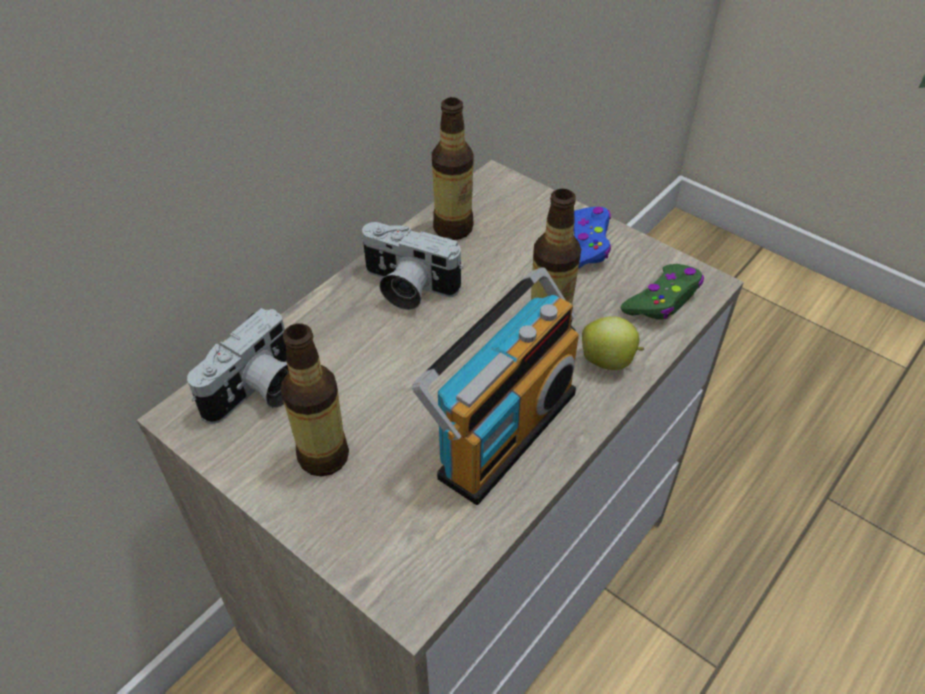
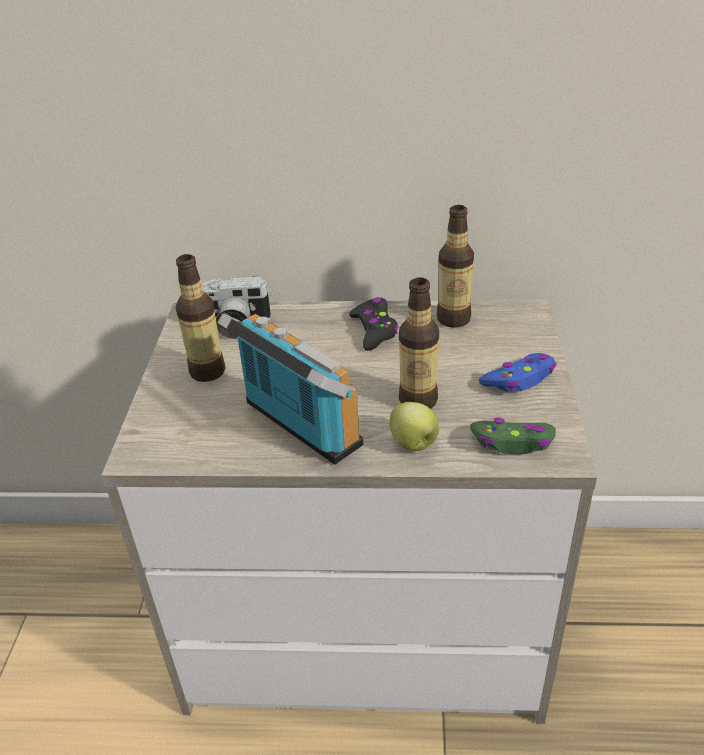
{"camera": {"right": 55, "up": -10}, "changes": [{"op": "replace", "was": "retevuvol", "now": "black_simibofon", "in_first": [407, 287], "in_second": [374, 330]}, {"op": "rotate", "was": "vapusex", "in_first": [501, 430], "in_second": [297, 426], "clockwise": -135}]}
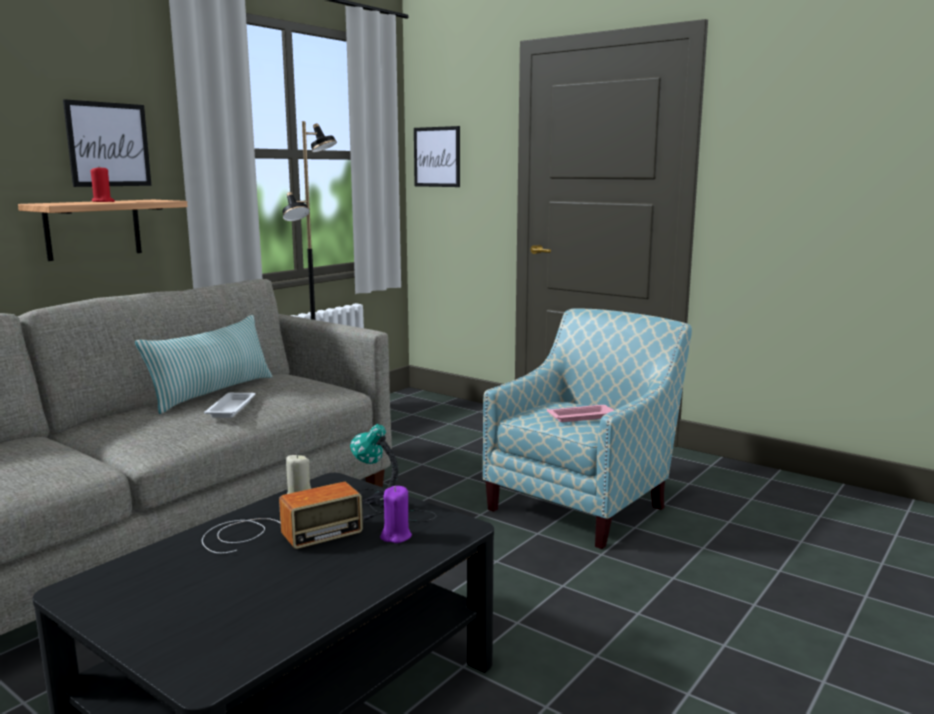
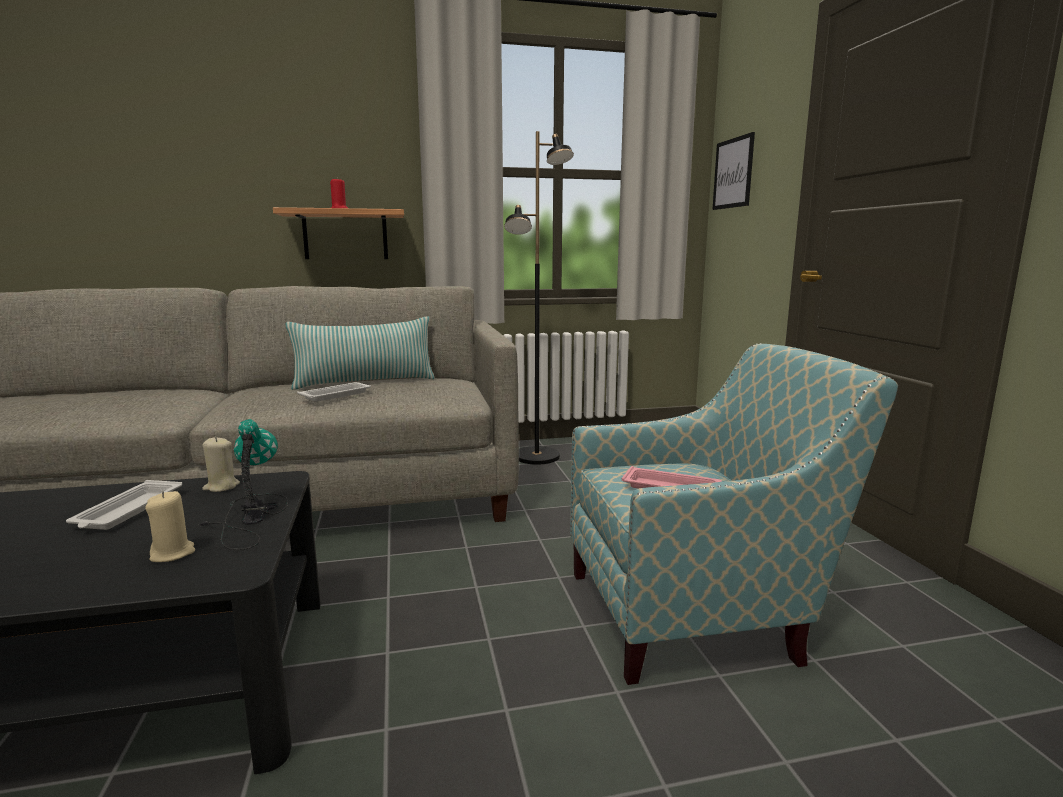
{"camera": {"right": 40, "up": 0}, "changes": [{"op": "delete", "was": "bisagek", "in_first": [108, 144]}, {"op": "replace", "was": "vapusex", "now": "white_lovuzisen", "in_first": [276, 533], "in_second": [127, 511]}, {"op": "recolor", "was": "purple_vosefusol", "now": "beige_vosefusol", "in_first": [396, 536], "in_second": [173, 553]}]}
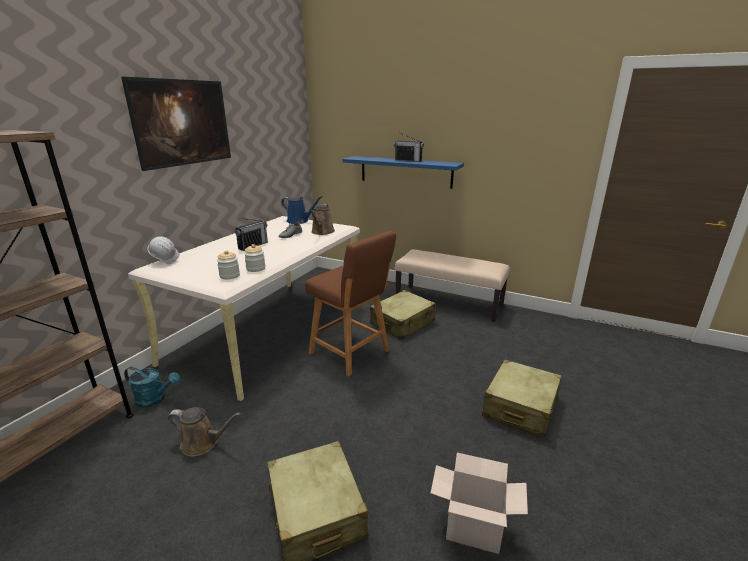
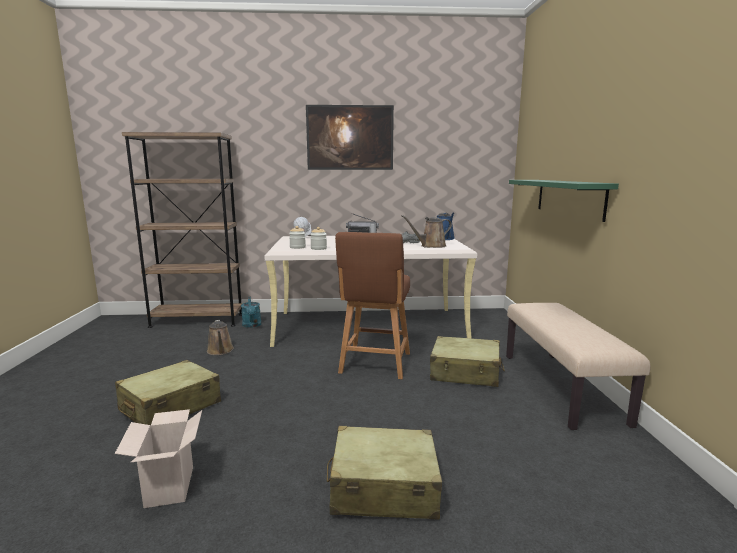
{"camera": {"right": 60, "up": -10}, "changes": [{"op": "delete", "was": "vapusex", "in_first": [408, 160]}, {"op": "recolor", "was": "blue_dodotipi", "now": "green_dodotipi", "in_first": [405, 172], "in_second": [569, 198]}]}
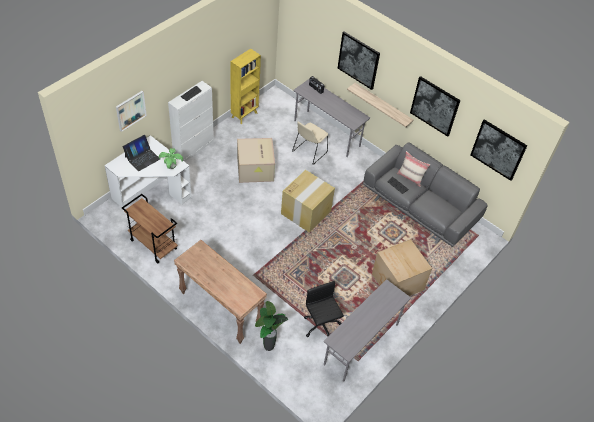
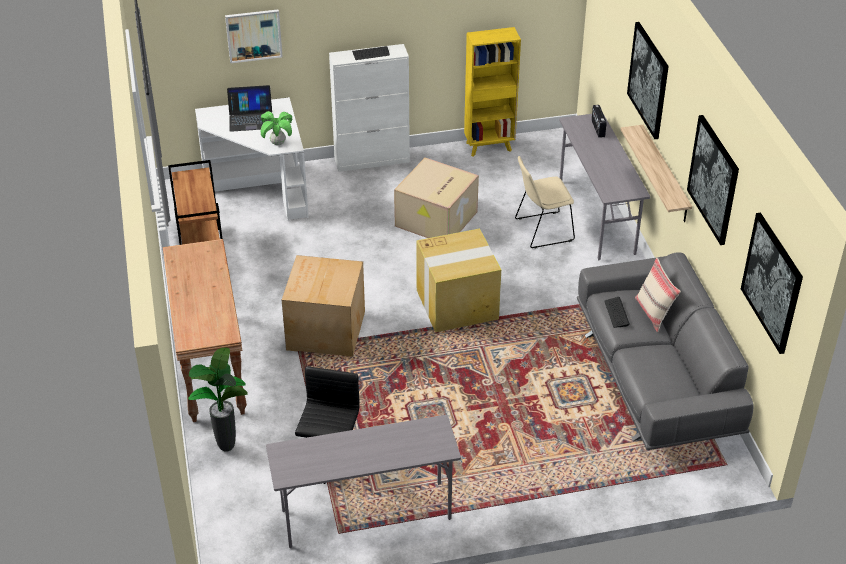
{"camera": {"right": 40, "up": -10}, "changes": [{"op": "move", "was": "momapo", "in_first": [397, 282], "in_second": [324, 331]}]}
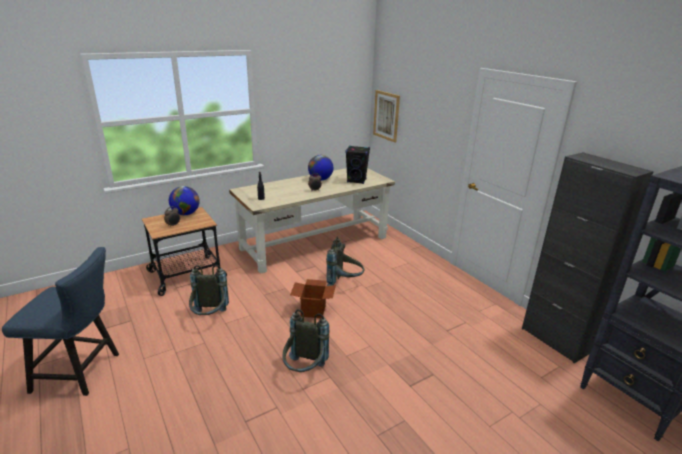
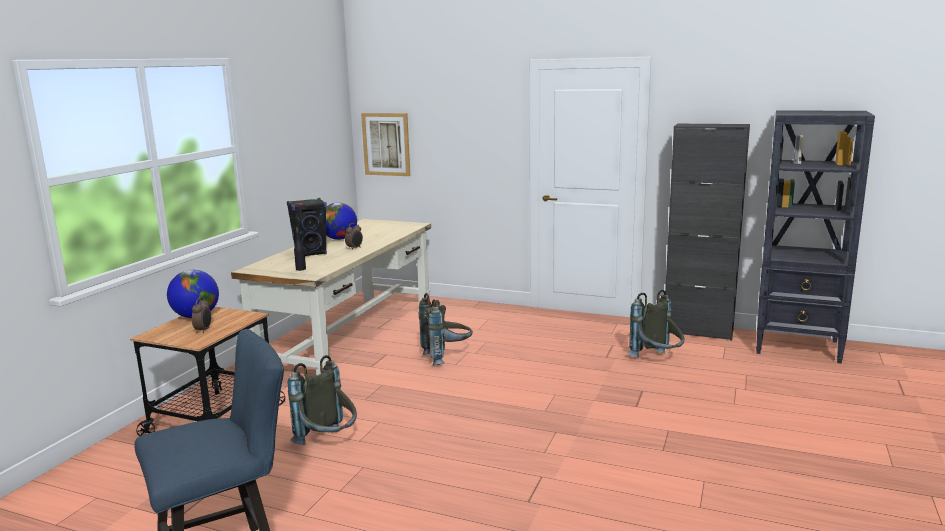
{"camera": {"right": -35, "up": -10}, "changes": [{"op": "move", "was": "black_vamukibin", "in_first": [356, 181], "in_second": [311, 253]}, {"op": "delete", "was": "momapo", "in_first": [313, 310]}, {"op": "move", "was": "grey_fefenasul", "in_first": [304, 371], "in_second": [657, 361]}]}
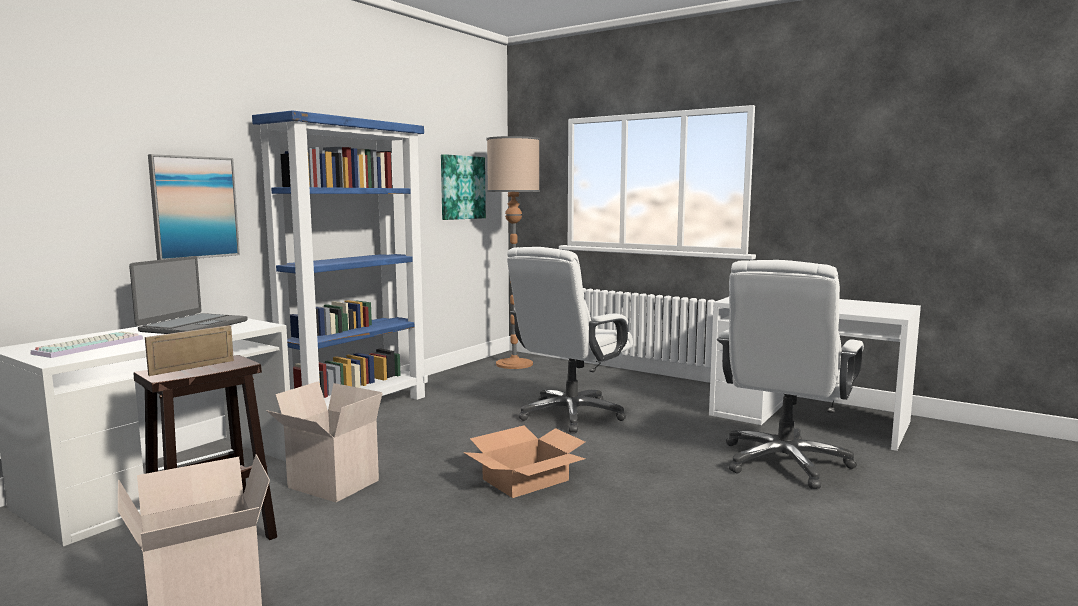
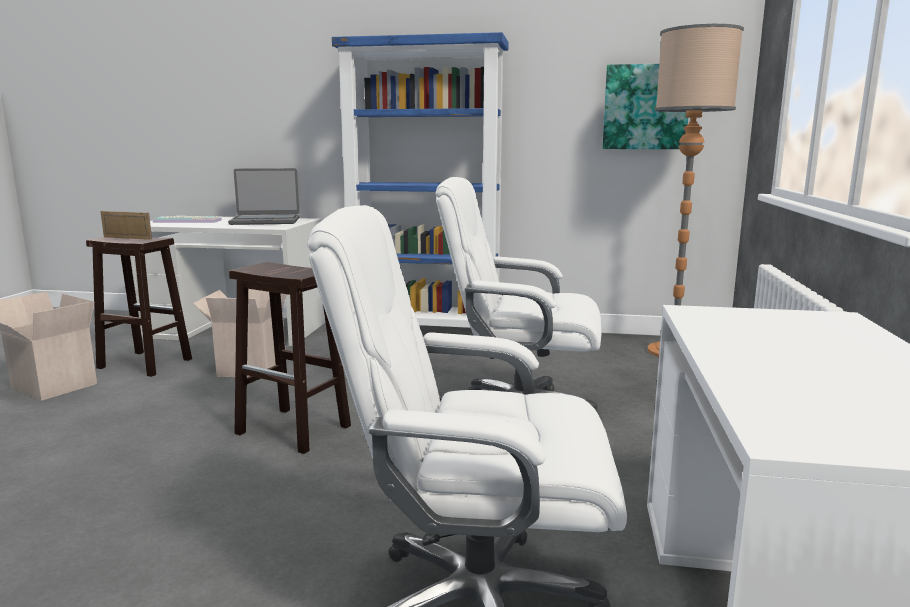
{"camera": {"right": 65, "up": 5}, "changes": [{"op": "delete", "was": "bisagek", "in_first": [194, 207]}, {"op": "replace", "was": "momapo", "now": "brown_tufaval", "in_first": [526, 480], "in_second": [295, 430]}]}
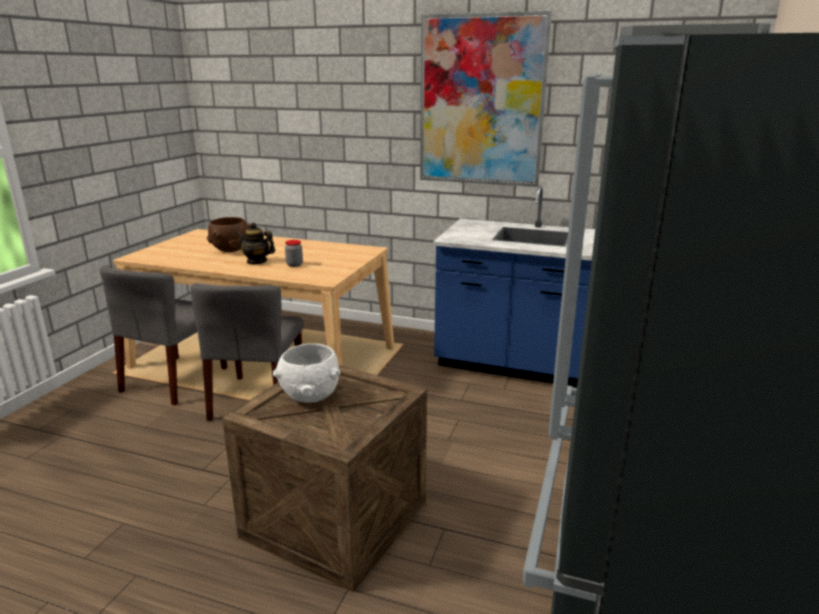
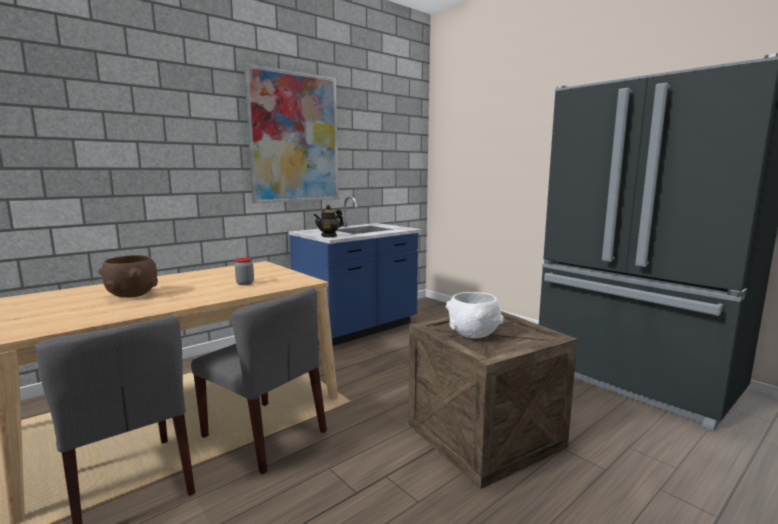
{"camera": {"right": -60, "up": -10}, "changes": [{"op": "move", "was": "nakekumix", "in_first": [256, 261], "in_second": [329, 236]}]}
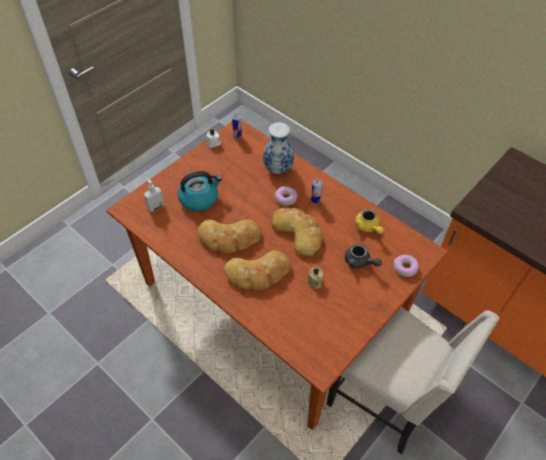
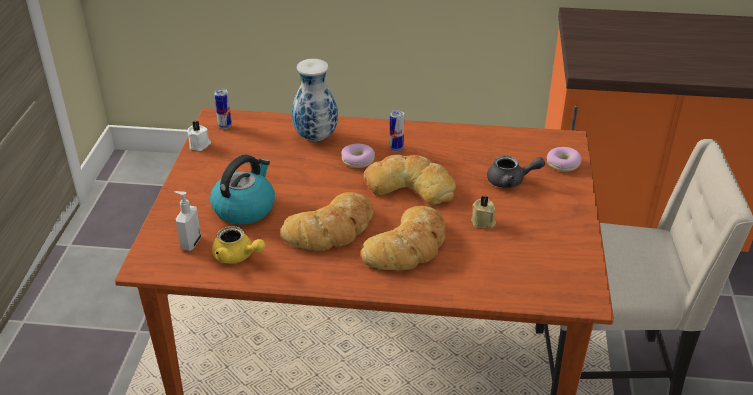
{"camera": {"right": -35, "up": -15}, "changes": [{"op": "move", "was": "yellow_nakekumix", "in_first": [368, 227], "in_second": [237, 256]}]}
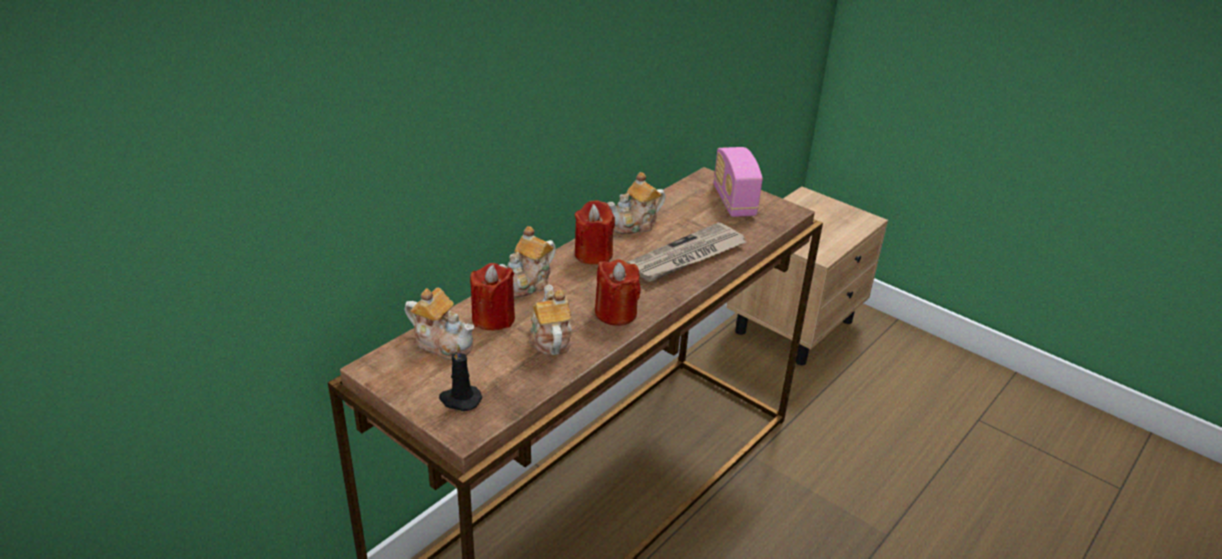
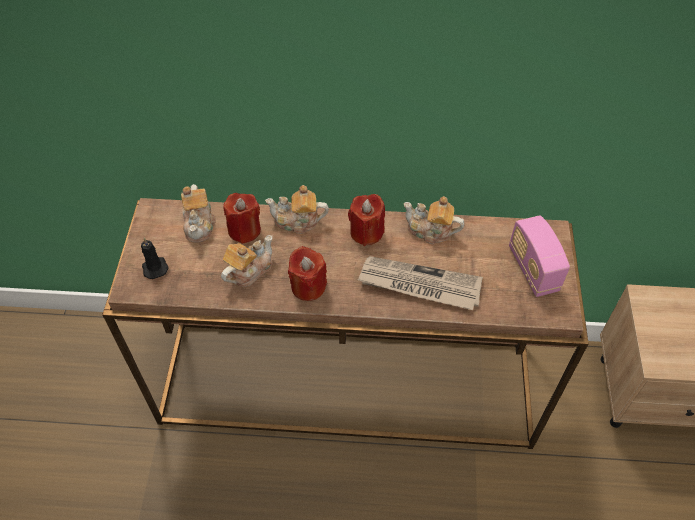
{"camera": {"right": 55, "up": 20}, "changes": [{"op": "rotate", "was": "vapusex", "in_first": [734, 202], "in_second": [532, 269], "clockwise": -60}]}
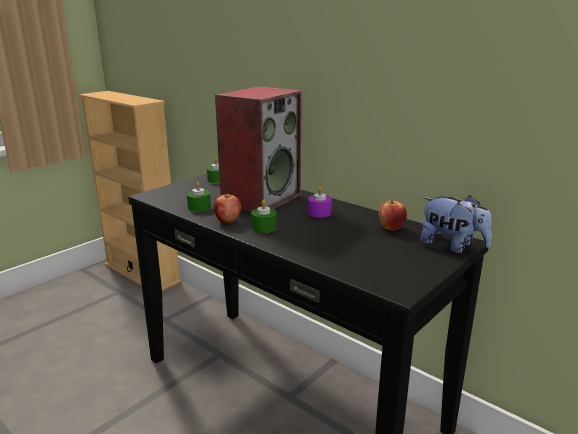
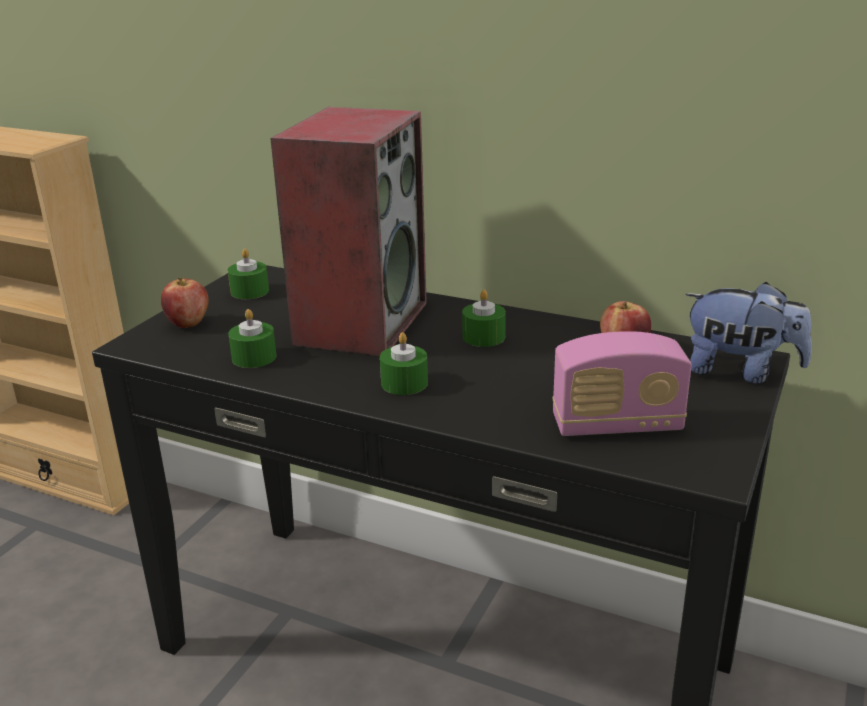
{"camera": {"right": -15, "up": 5}, "changes": [{"op": "recolor", "was": "purple_vosefusol", "now": "green_vosefusol", "in_first": [319, 213], "in_second": [483, 337]}, {"op": "move", "was": "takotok", "in_first": [227, 221], "in_second": [188, 324]}, {"op": "insert", "now": "vapusex", "in_second": [616, 425]}]}
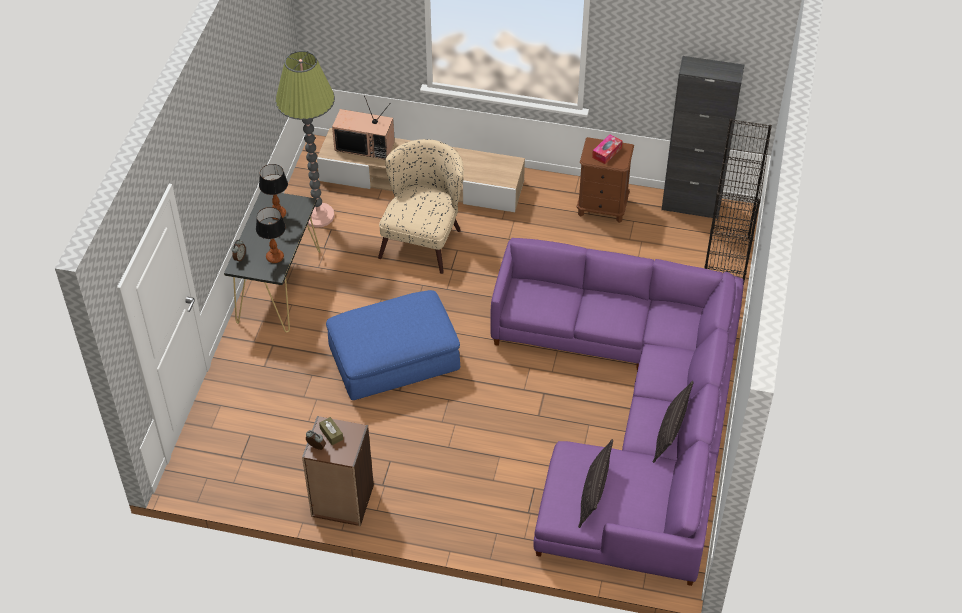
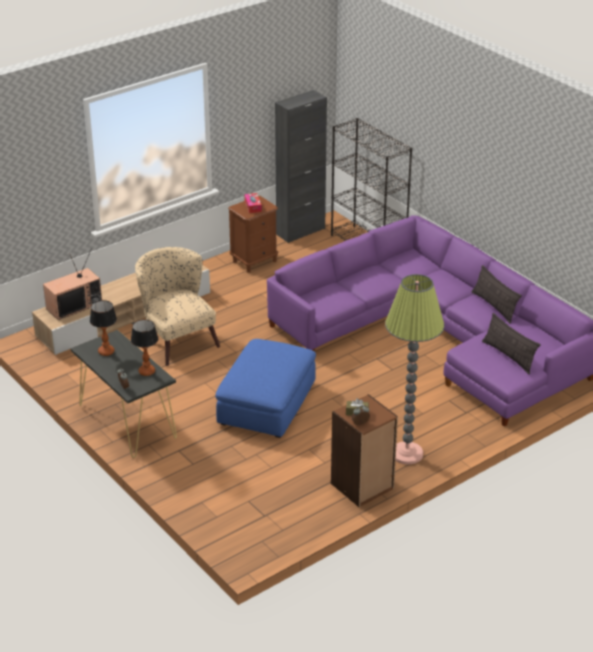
{"camera": {"right": -50, "up": -15}, "changes": [{"op": "move", "was": "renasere", "in_first": [318, 216], "in_second": [407, 454]}]}
